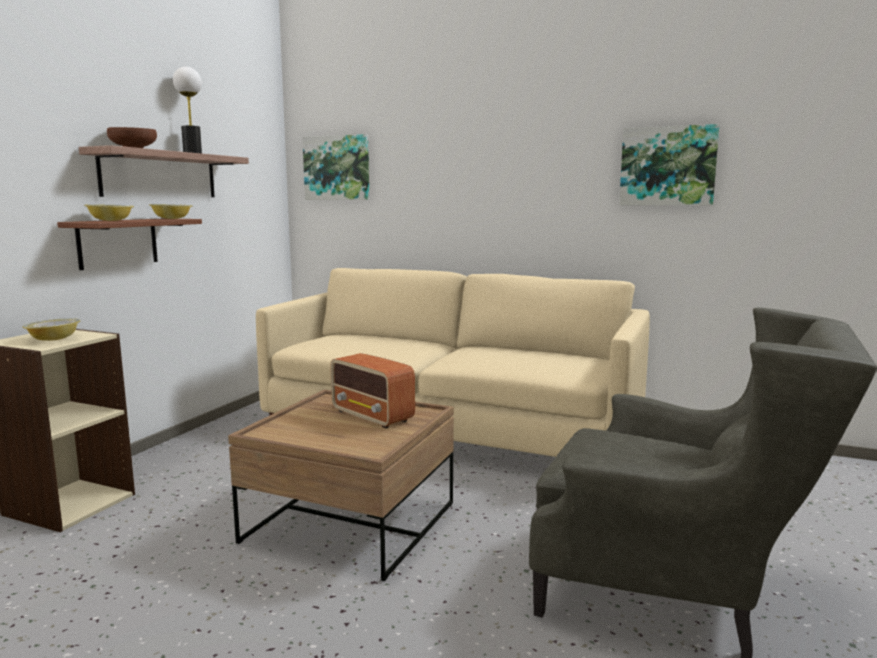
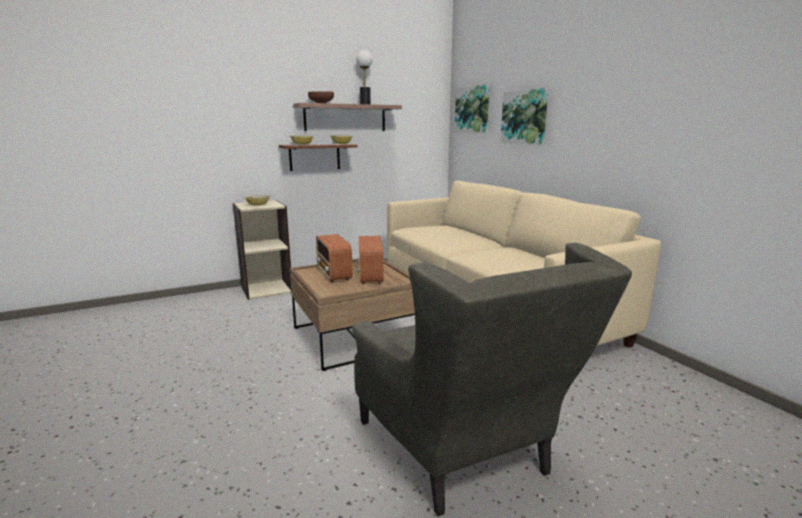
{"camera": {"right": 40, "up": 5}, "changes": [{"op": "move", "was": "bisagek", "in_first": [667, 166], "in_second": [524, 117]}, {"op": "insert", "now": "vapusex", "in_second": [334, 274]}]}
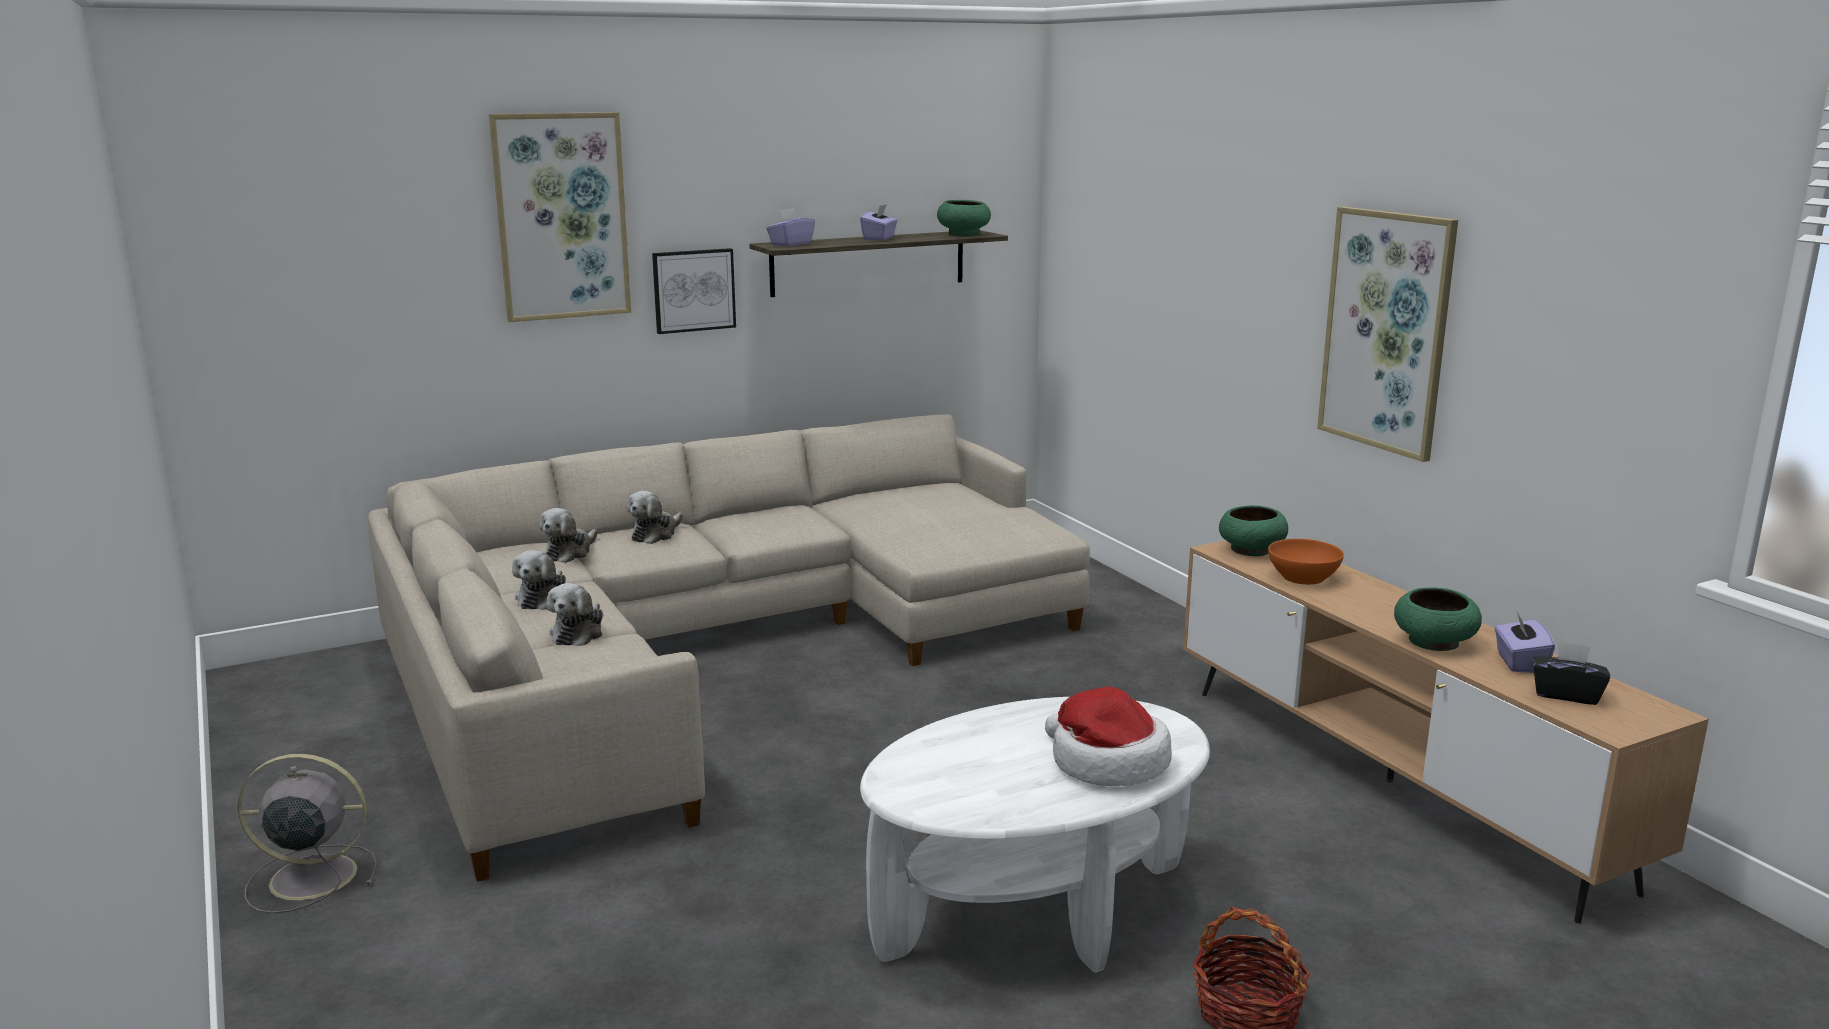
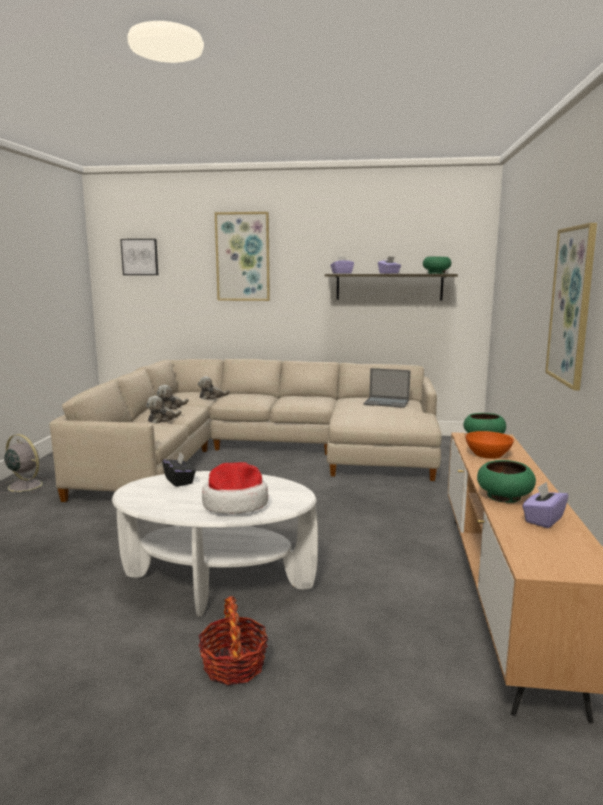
{"camera": {"right": 35, "up": -5}, "changes": [{"op": "move", "was": "bisagek", "in_first": [693, 290], "in_second": [140, 257]}, {"op": "delete", "was": "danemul", "in_first": [655, 534]}, {"op": "move", "was": "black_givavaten", "in_first": [1566, 694], "in_second": [179, 481]}, {"op": "insert", "now": "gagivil", "in_second": [387, 402]}]}
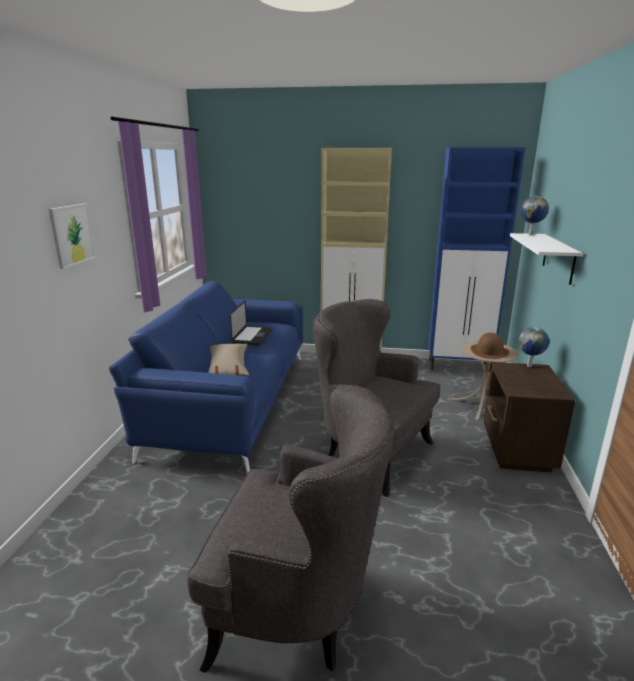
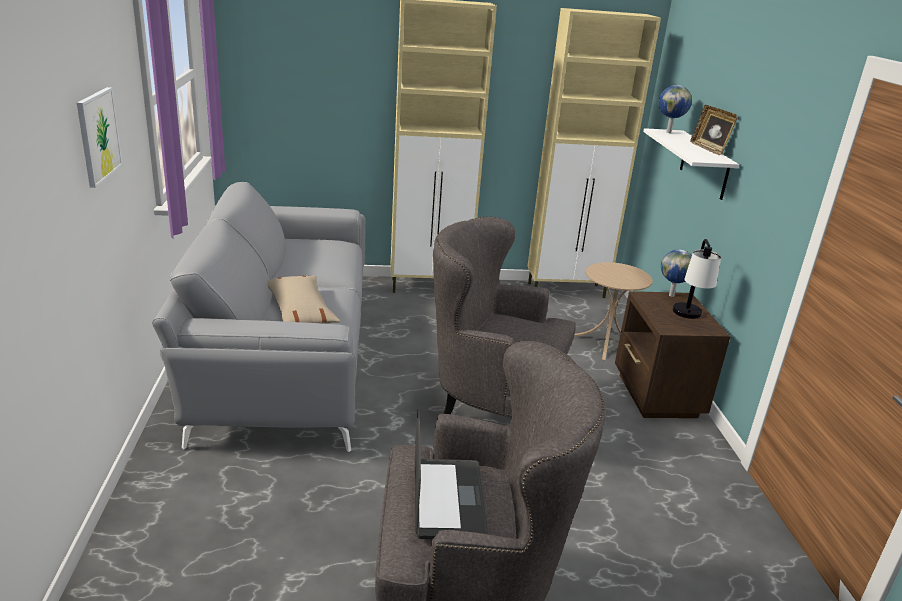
{"camera": {"right": -15, "up": 5}, "changes": [{"op": "recolor", "was": "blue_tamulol", "now": "beige_tamulol", "in_first": [459, 366], "in_second": [567, 290]}, {"op": "recolor", "was": "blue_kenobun", "now": "grey_kenobun", "in_first": [230, 400], "in_second": [285, 351]}, {"op": "move", "was": "gagivil", "in_first": [252, 336], "in_second": [448, 500]}, {"op": "delete", "was": "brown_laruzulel", "in_first": [489, 351]}, {"op": "insert", "now": "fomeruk", "in_second": [709, 149]}, {"op": "insert", "now": "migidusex", "in_second": [688, 318]}]}
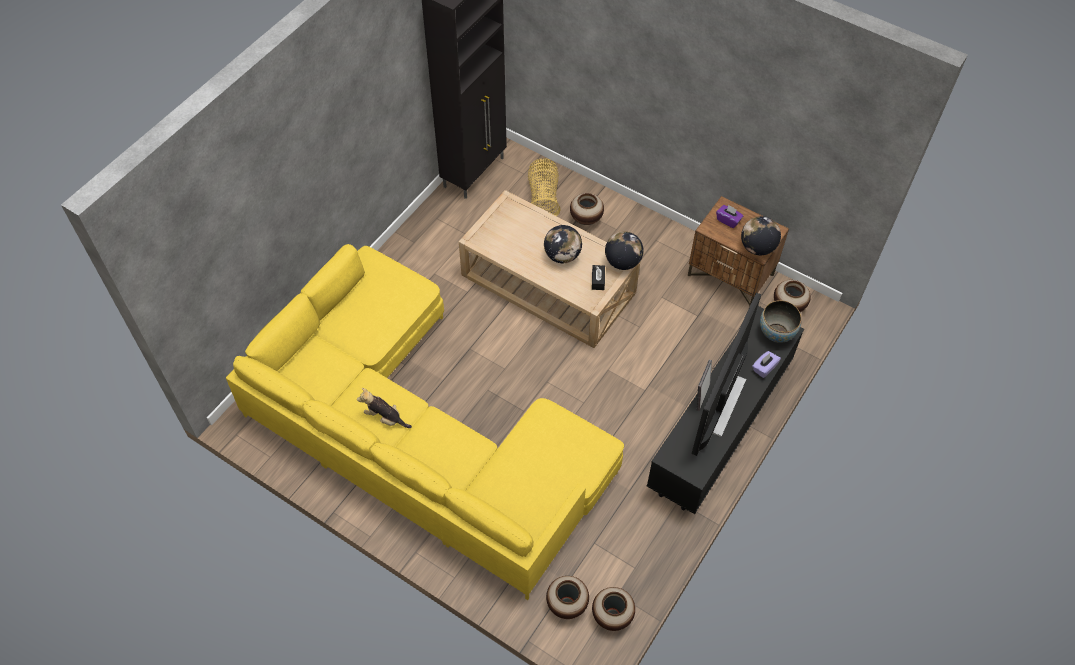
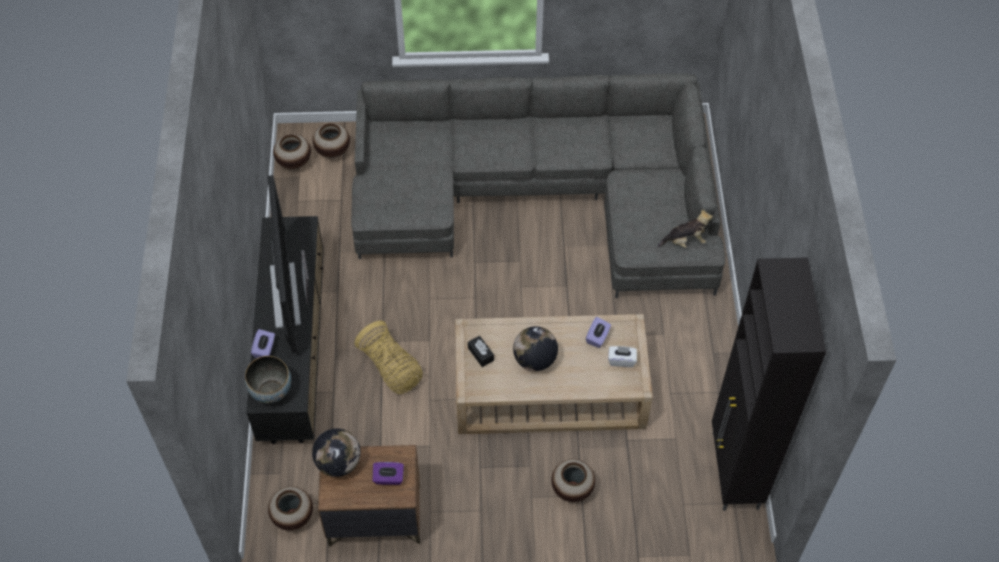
{"camera": {"right": 145, "up": 0}, "changes": [{"op": "move", "was": "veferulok", "in_first": [543, 198], "in_second": [391, 368]}, {"op": "delete", "was": "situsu", "in_first": [622, 262]}, {"op": "recolor", "was": "yellow_kenobun", "now": "grey_kenobun", "in_first": [419, 435], "in_second": [542, 195]}, {"op": "move", "was": "danemul", "in_first": [385, 418], "in_second": [685, 241]}, {"op": "insert", "now": "purple_givavaten", "in_second": [597, 337]}, {"op": "insert", "now": "white_givavaten", "in_second": [621, 360]}]}
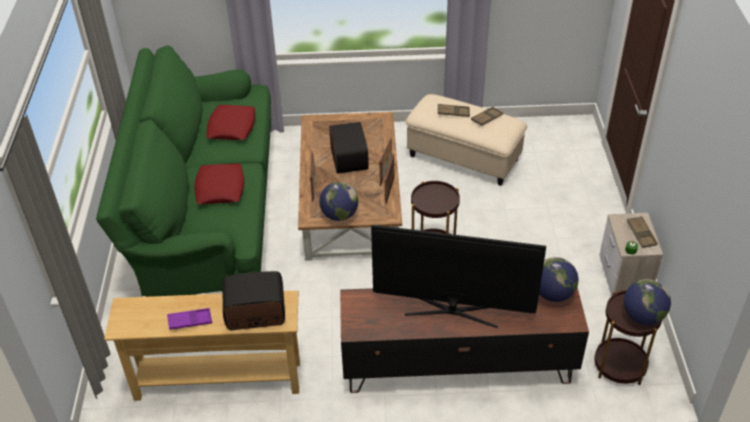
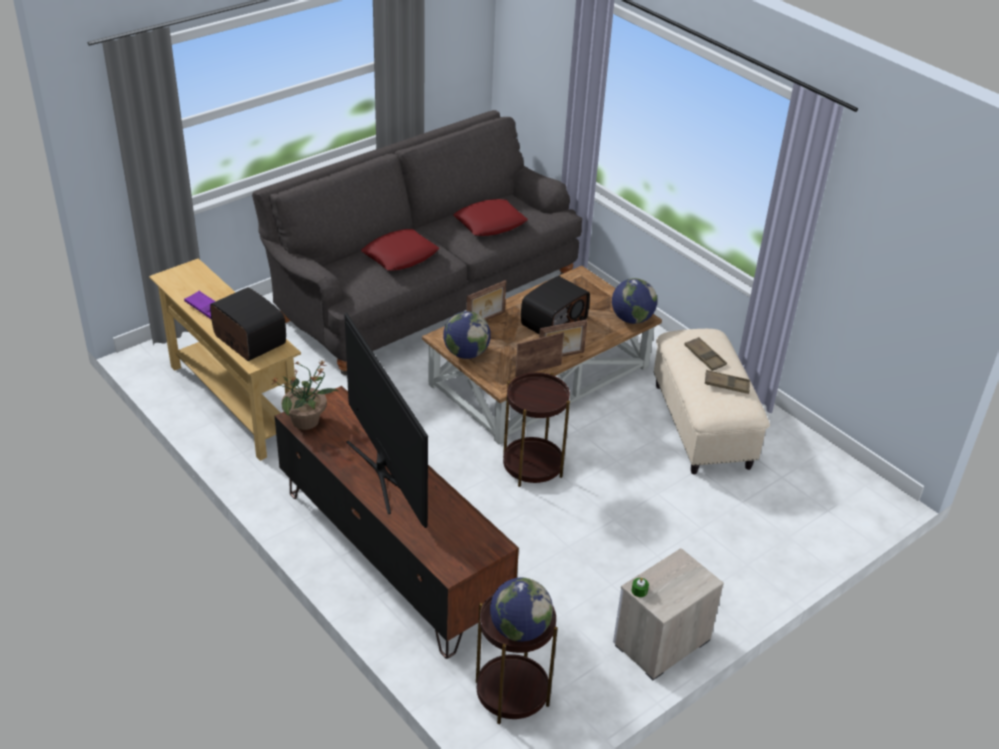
{"camera": {"right": 50, "up": -5}, "changes": [{"op": "recolor", "was": "green_kenobun", "now": "grey_kenobun", "in_first": [207, 214], "in_second": [424, 296]}, {"op": "delete", "was": "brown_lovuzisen", "in_first": [641, 234]}, {"op": "move", "was": "situsu", "in_first": [553, 294], "in_second": [631, 319]}, {"op": "insert", "now": "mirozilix", "in_second": [306, 421]}]}
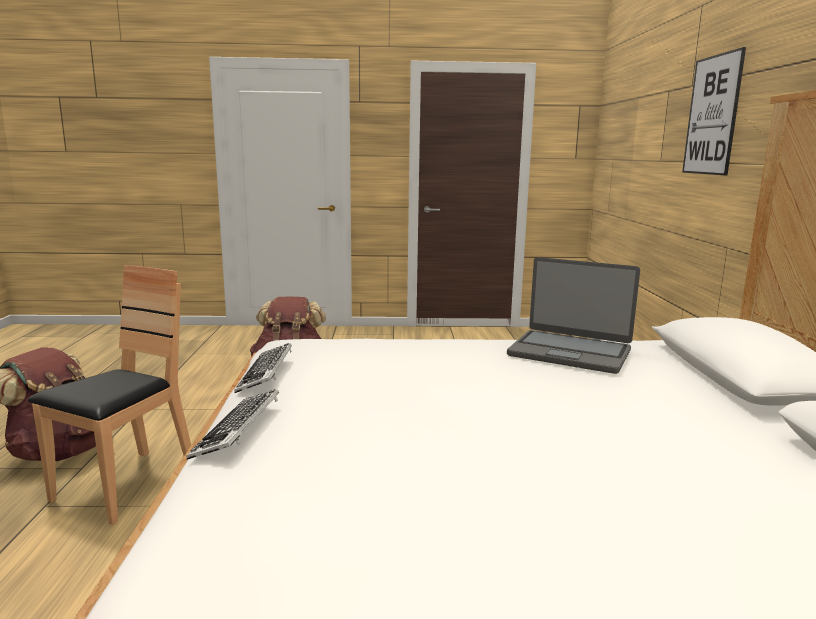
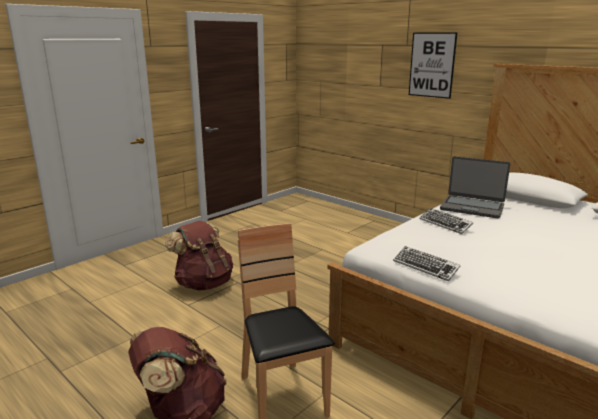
{"camera": {"right": -45, "up": 5}, "changes": [{"op": "rotate", "was": "gagivil", "in_first": [570, 352], "in_second": [472, 207], "clockwise": 45}, {"op": "move", "was": "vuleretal", "in_first": [238, 431], "in_second": [445, 224]}]}
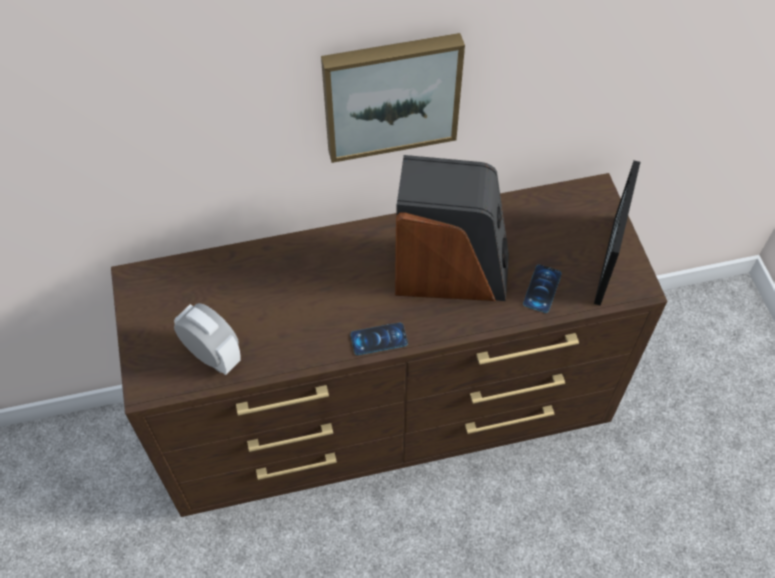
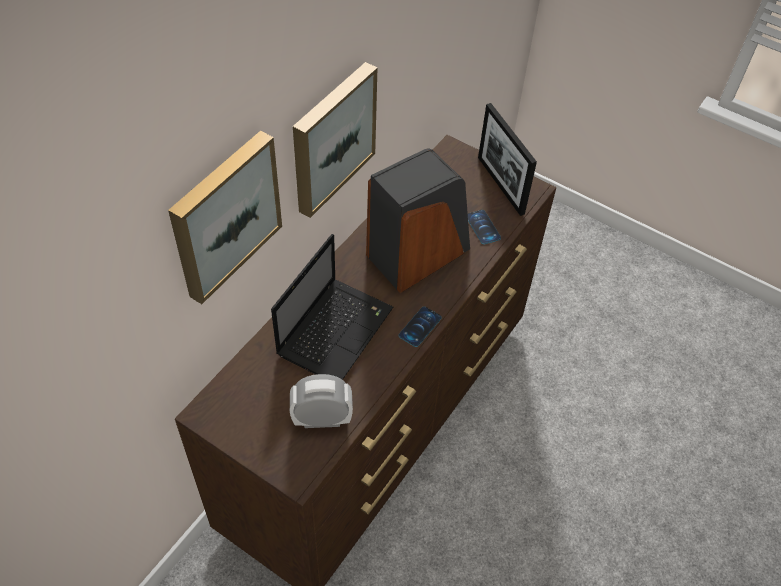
{"camera": {"right": -45, "up": -5}, "changes": [{"op": "insert", "now": "bisagek", "in_second": [224, 215]}, {"op": "insert", "now": "gagivil", "in_second": [336, 329]}]}
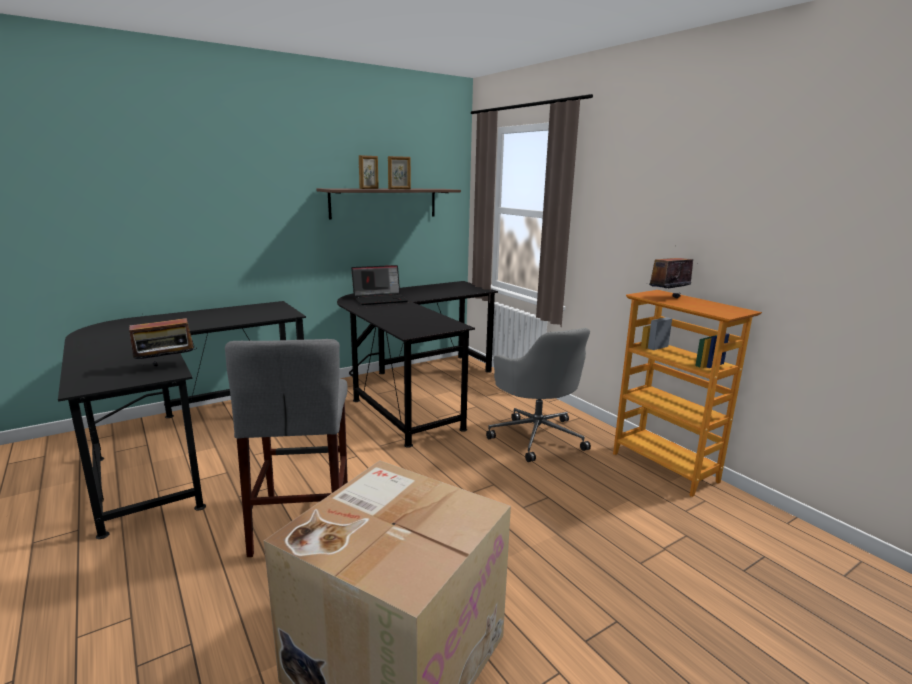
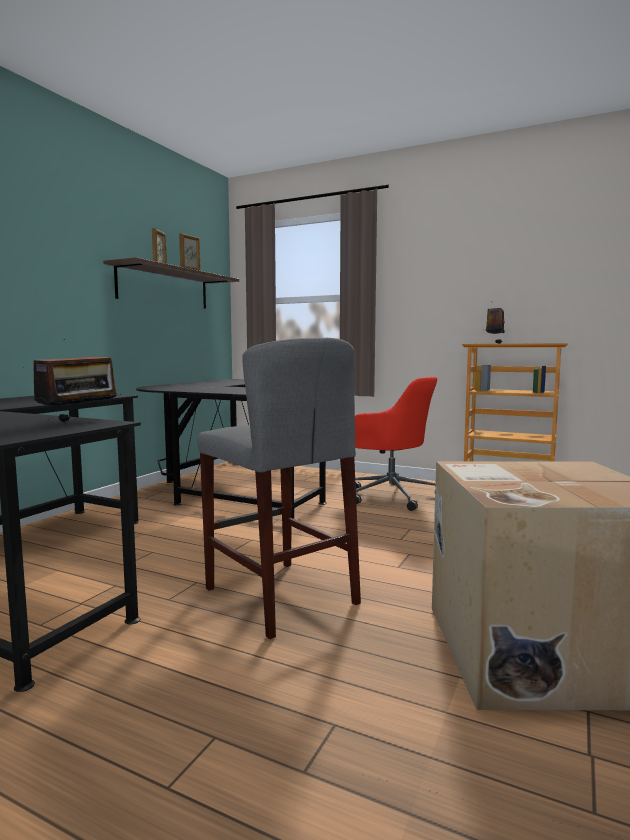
{"camera": {"right": -30, "up": -10}, "changes": [{"op": "delete", "was": "gagivil", "in_first": [380, 299]}, {"op": "recolor", "was": "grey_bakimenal", "now": "red_bakimenal", "in_first": [536, 436], "in_second": [390, 495]}]}
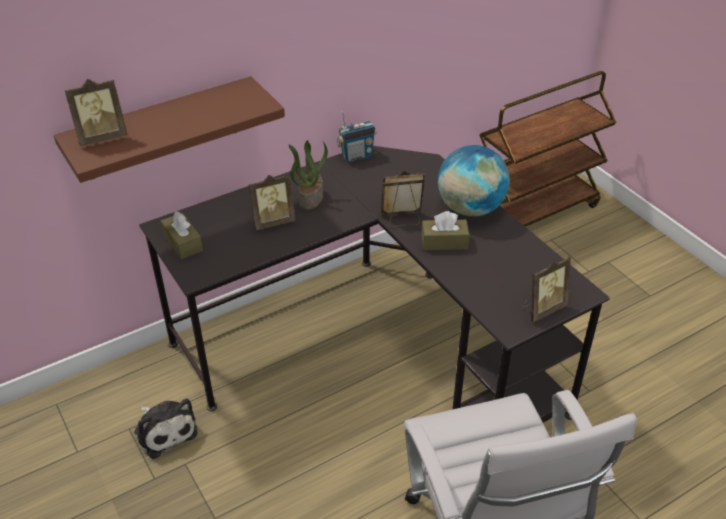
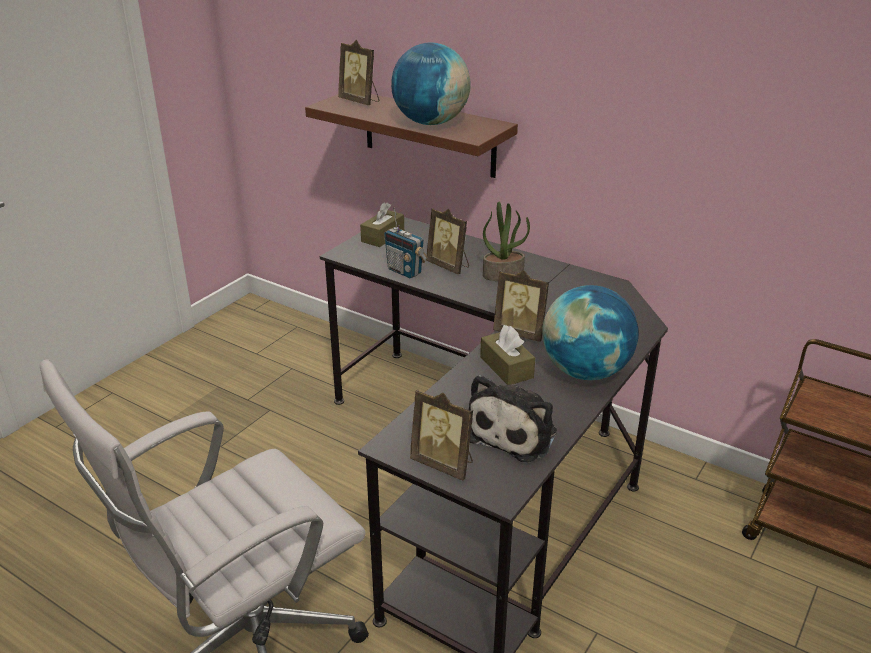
{"camera": {"right": 65, "up": -10}, "changes": [{"op": "move", "was": "vapusex", "in_first": [356, 156], "in_second": [405, 271]}, {"op": "rotate", "was": "fomeruk", "in_first": [402, 219], "in_second": [521, 332], "clockwise": 150}, {"op": "move", "was": "danemul", "in_first": [165, 430], "in_second": [515, 432]}, {"op": "insert", "now": "situsu", "in_second": [430, 123]}]}
